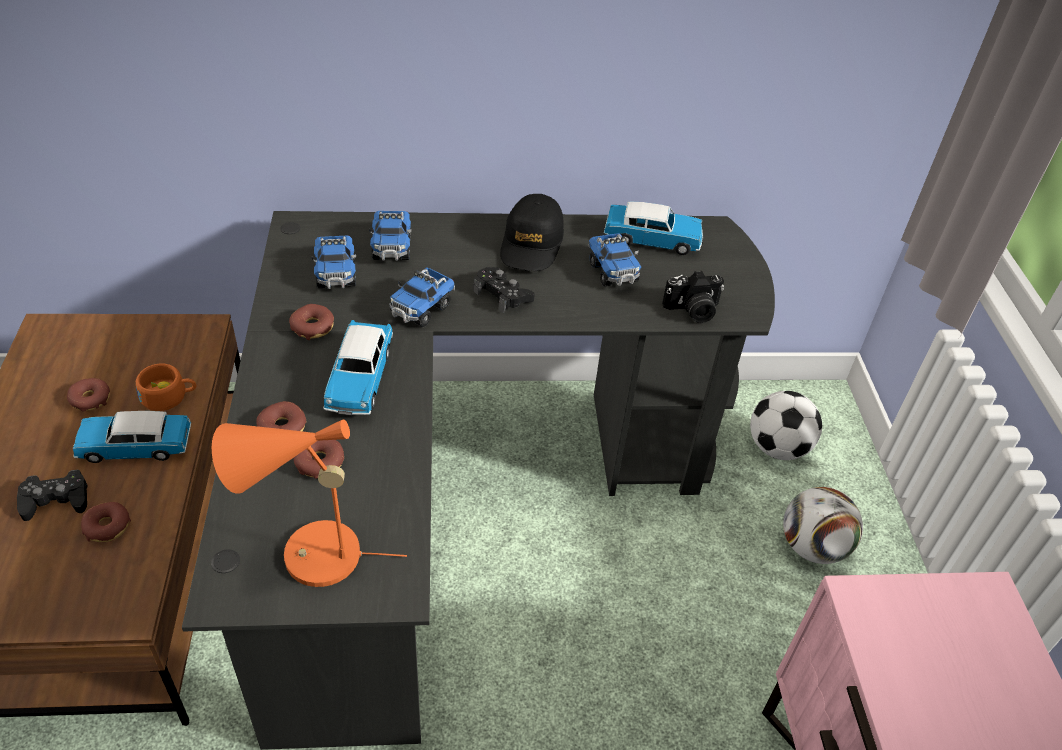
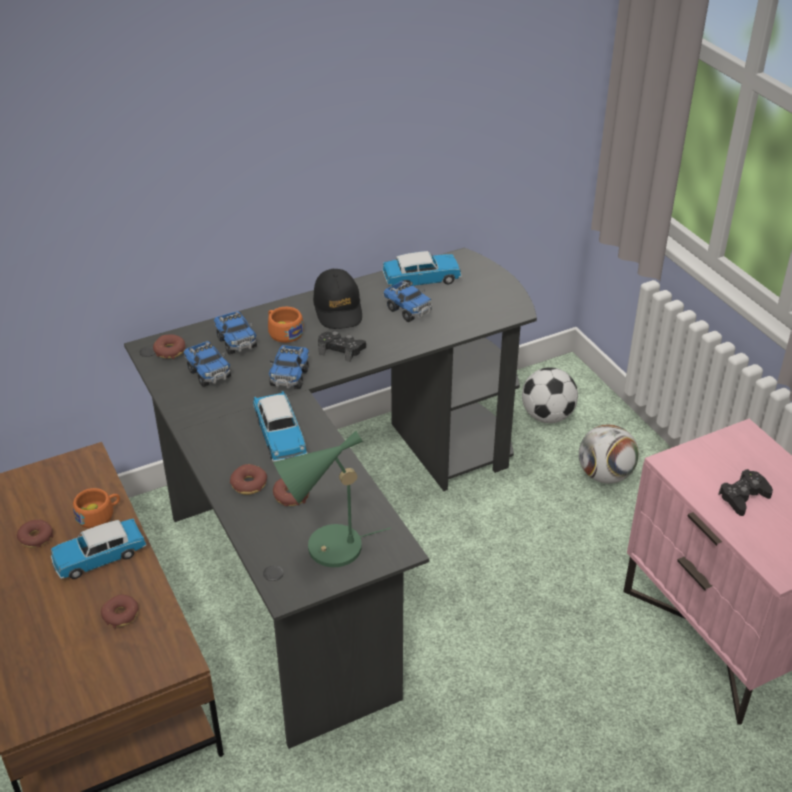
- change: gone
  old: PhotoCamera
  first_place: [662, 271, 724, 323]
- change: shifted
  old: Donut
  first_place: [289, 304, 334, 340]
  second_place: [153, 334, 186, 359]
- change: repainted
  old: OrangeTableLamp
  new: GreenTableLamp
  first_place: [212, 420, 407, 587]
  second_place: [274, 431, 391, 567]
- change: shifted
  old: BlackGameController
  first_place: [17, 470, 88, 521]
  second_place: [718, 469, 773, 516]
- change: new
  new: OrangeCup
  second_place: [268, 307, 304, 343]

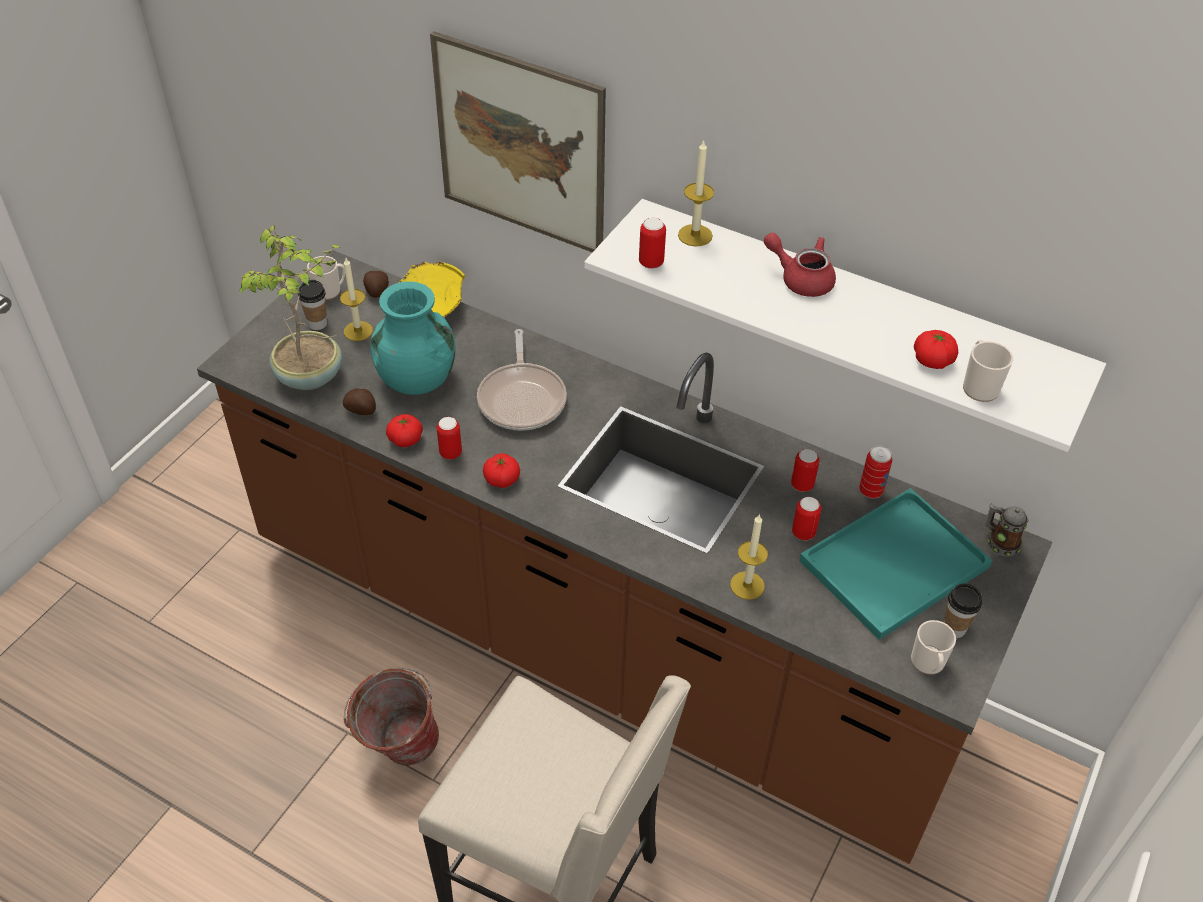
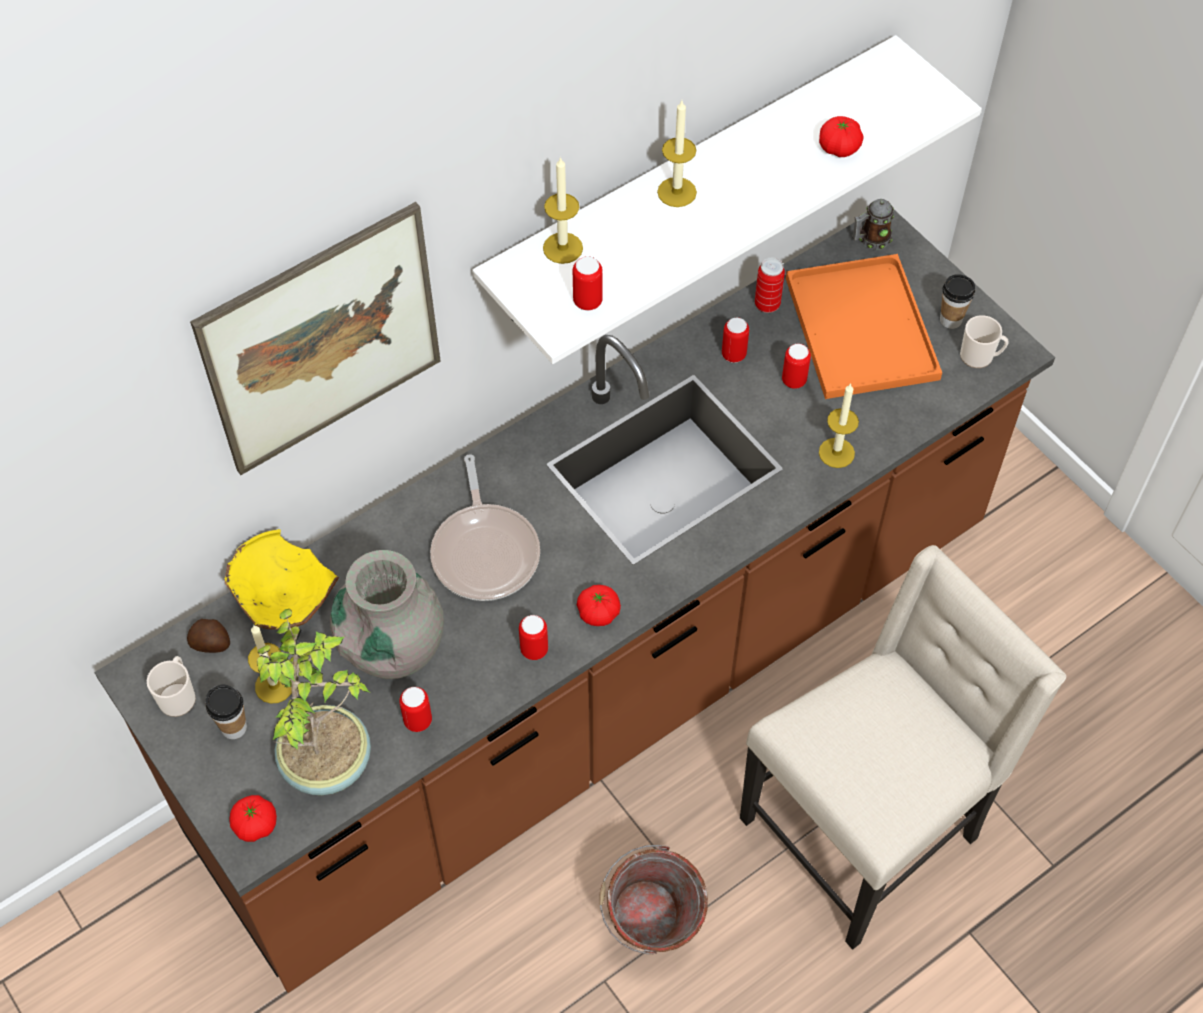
- change: swapped
  old: RedTeapot
  new: Candle
  first_place: [764, 233, 836, 297]
  second_place: [657, 101, 697, 207]
- change: repainted
  old: TurquoiseVase
  new: GreyVase
  first_place: [370, 281, 455, 395]
  second_place: [330, 550, 444, 679]
- change: rotated
  old: FryingPan
  first_place: [477, 329, 567, 431]
  second_place: [430, 454, 540, 601]
  degrees: 60
- change: gone
  old: Mug
  first_place: [963, 340, 1013, 402]
- change: swapped
  old: Potato
  new: Can
  first_place: [343, 388, 376, 415]
  second_place: [399, 687, 432, 732]
- change: shifted
  old: Tomato
  first_place: [386, 414, 423, 447]
  second_place: [229, 795, 277, 842]
- change: repainted
  old: TurquoiseTray
  new: OrangeTray
  first_place: [799, 488, 993, 640]
  second_place: [786, 254, 942, 399]

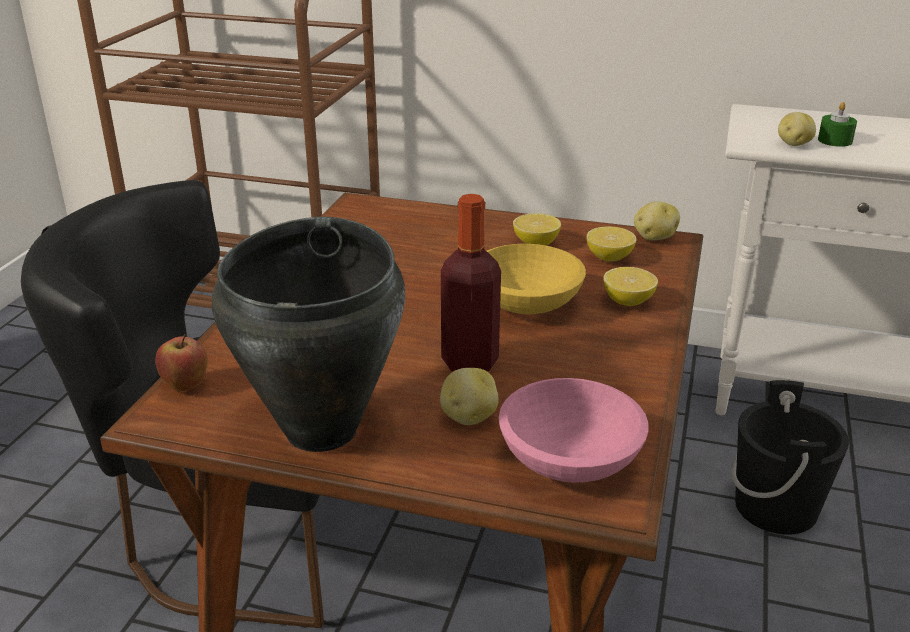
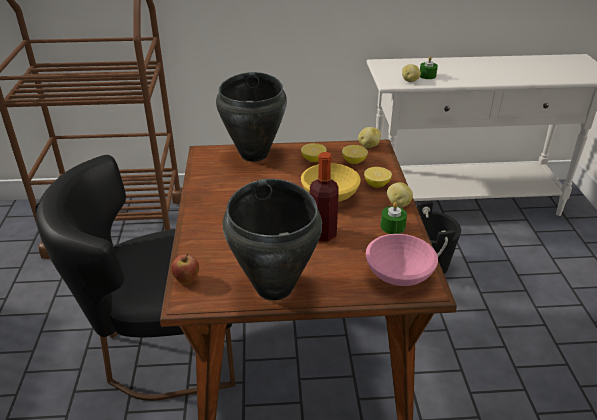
- change: shifted
  old: Potato
  first_place: [440, 368, 499, 425]
  second_place: [387, 182, 413, 208]
- change: new
  new: BlackCookingPot
  second_place: [216, 72, 287, 162]
- change: new
  new: GreenCandle
  second_place: [380, 202, 407, 234]

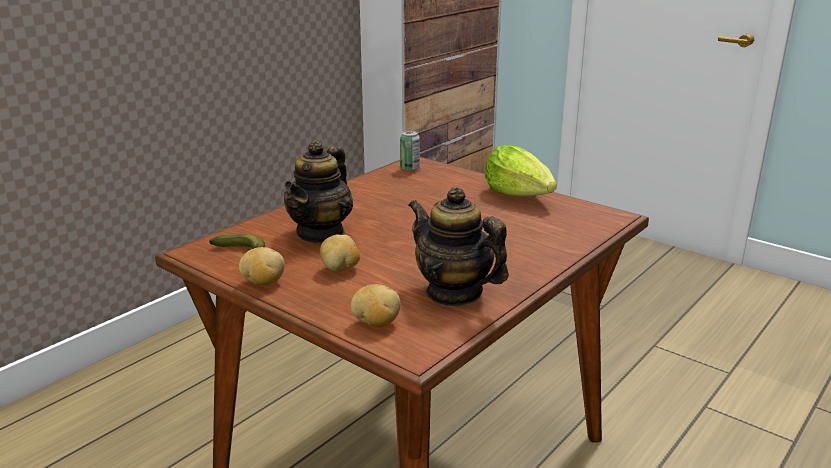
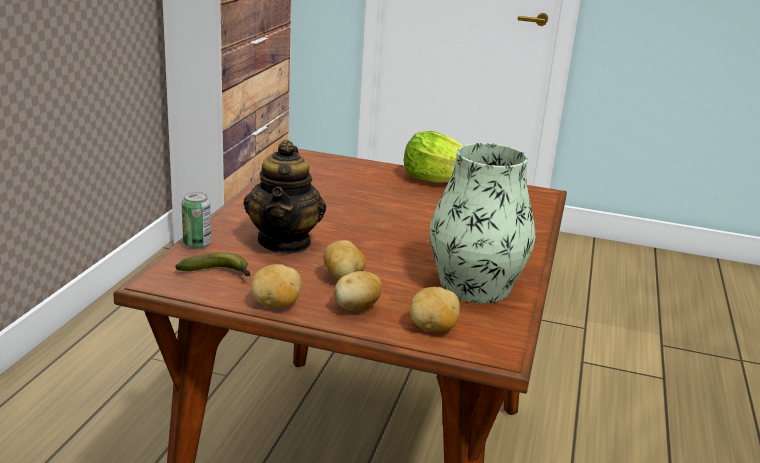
- change: shifted
  old: Can
  first_place: [400, 131, 420, 171]
  second_place: [181, 192, 211, 249]
- change: swapped
  old: Teapot
  new: Vase
  first_place: [408, 186, 509, 306]
  second_place: [430, 143, 535, 303]
- change: new
  new: Potato
  second_place: [334, 271, 382, 311]

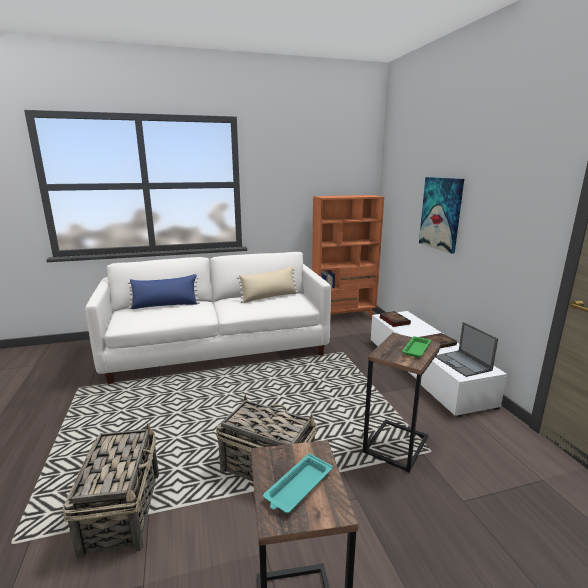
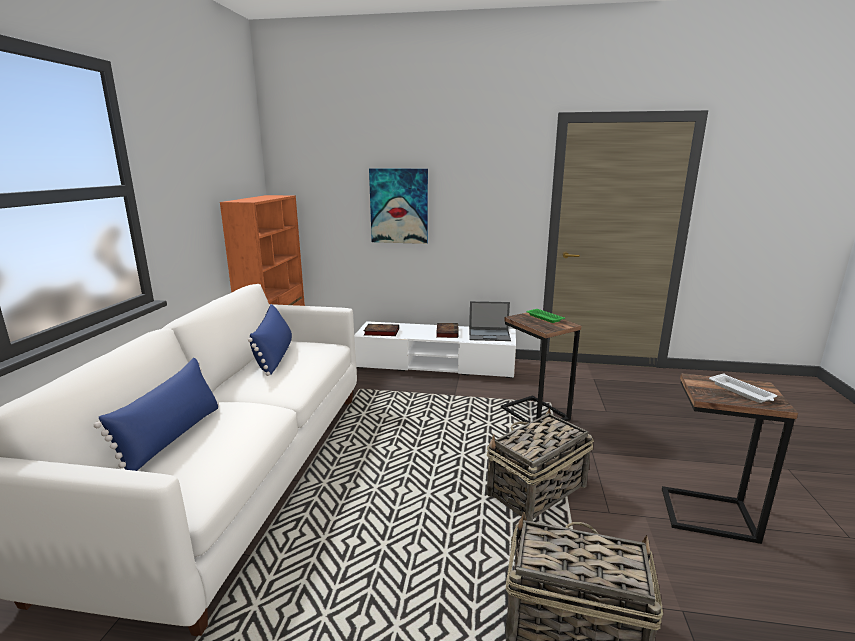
- change: repainted
  old: BeigePillow
  new: BluePillow
  first_place: [237, 266, 298, 303]
  second_place: [248, 304, 292, 376]
- change: repainted
  old: TurquoiseTray
  new: WhiteTray
  first_place: [263, 453, 333, 513]
  second_place: [709, 373, 777, 403]

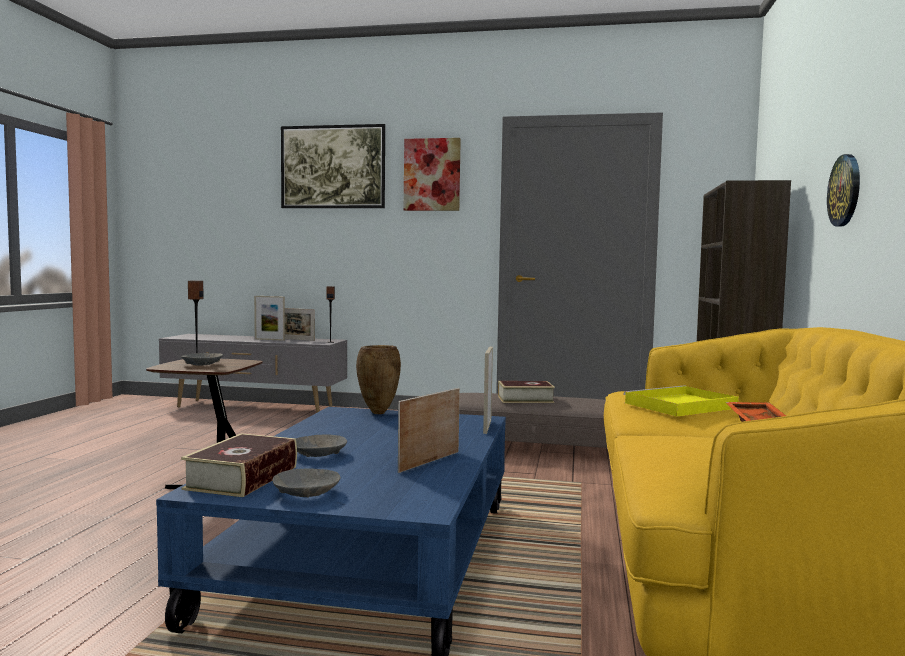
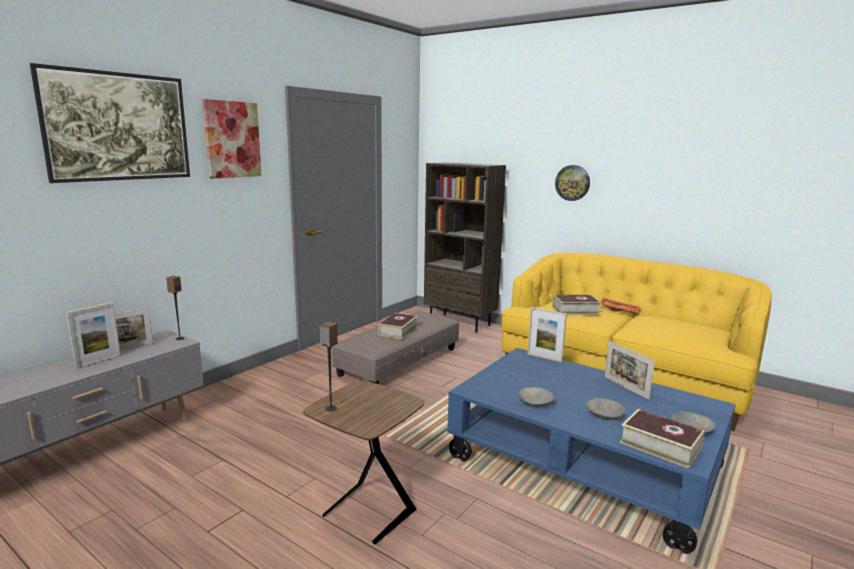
- change: gone
  old: BrownVase
  first_place: [356, 345, 401, 414]
- change: shifted
  old: GreyBowl
  first_place: [181, 353, 223, 366]
  second_place: [518, 387, 555, 408]
- change: swapped
  old: YellowTray
  new: Book
  first_place: [624, 385, 738, 417]
  second_place: [552, 295, 601, 315]

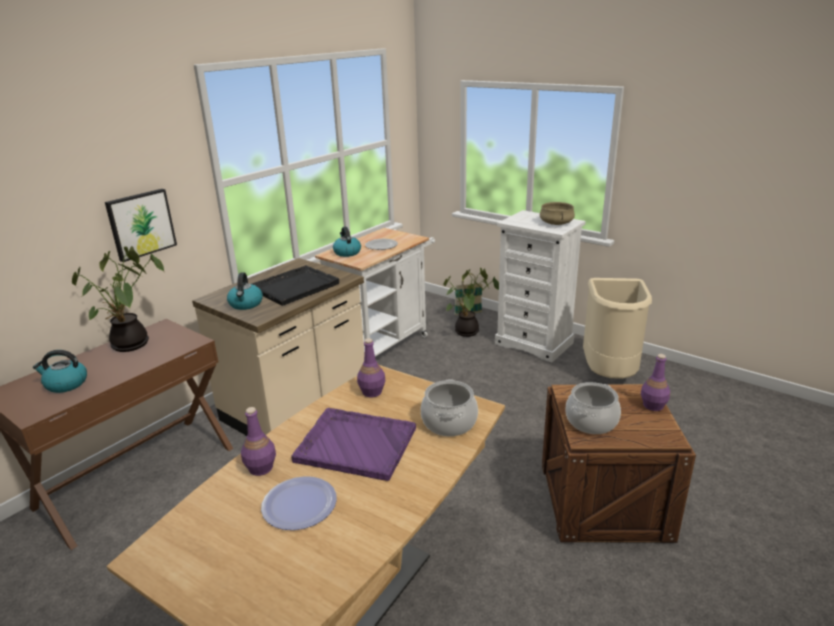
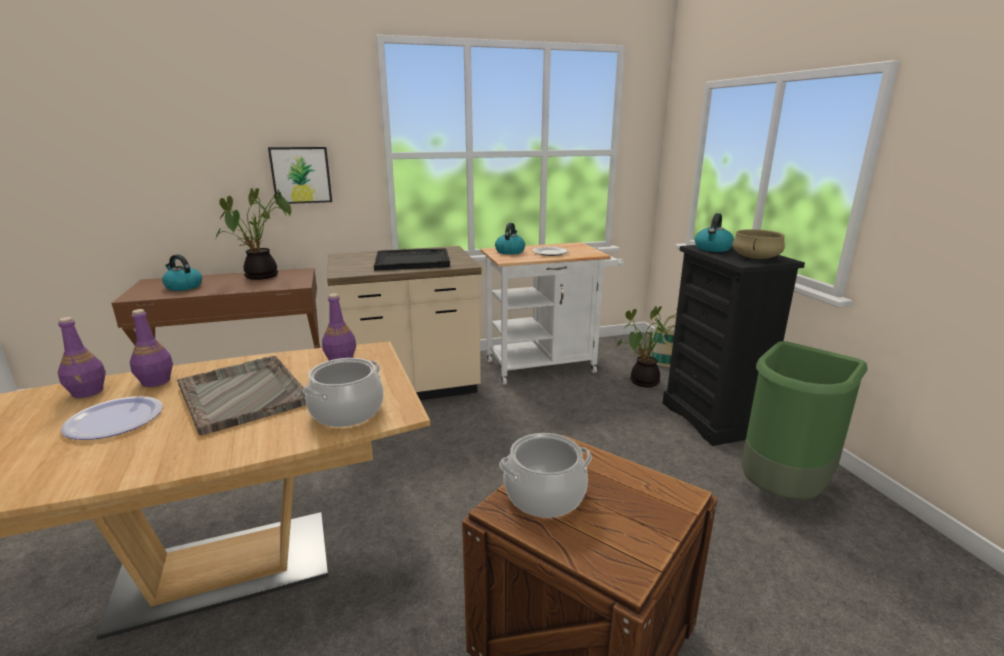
- change: repainted
  old: WhiteDresser
  new: BlackDresser
  first_place: [495, 210, 586, 363]
  second_place: [663, 245, 805, 446]
- change: shifted
  old: Kettle
  first_place: [227, 272, 263, 310]
  second_place: [695, 213, 734, 252]
- change: repainted
  old: BeigeTrashCan
  new: GreenTrashCan
  first_place: [583, 278, 652, 379]
  second_place: [741, 341, 868, 500]
- change: shifted
  old: PurpleBottle
  first_place: [641, 354, 670, 411]
  second_place: [58, 317, 106, 398]
- change: repainted
  old: PurpleTray
  new: GreyTray
  first_place: [291, 408, 416, 481]
  second_place: [177, 356, 306, 435]

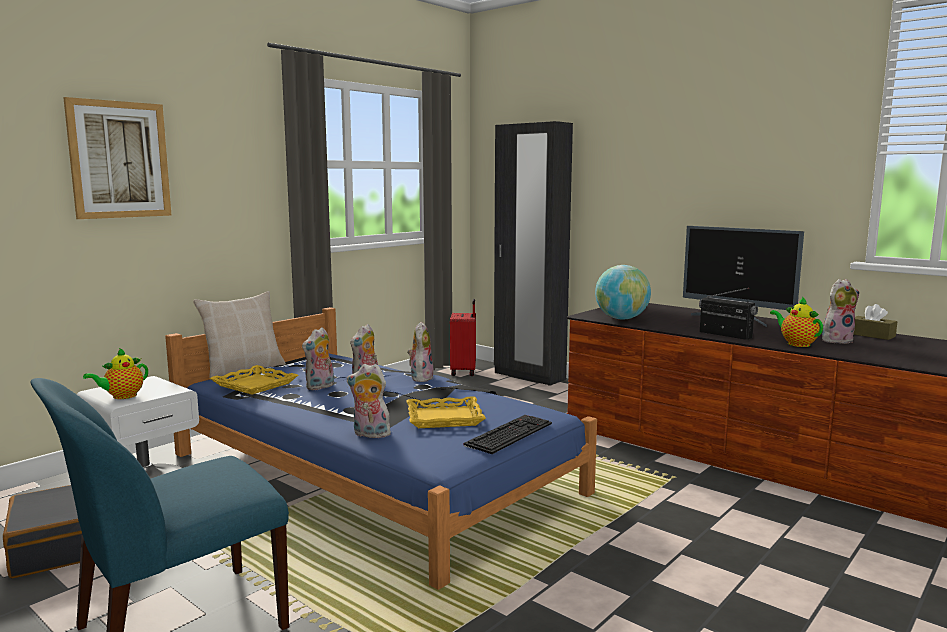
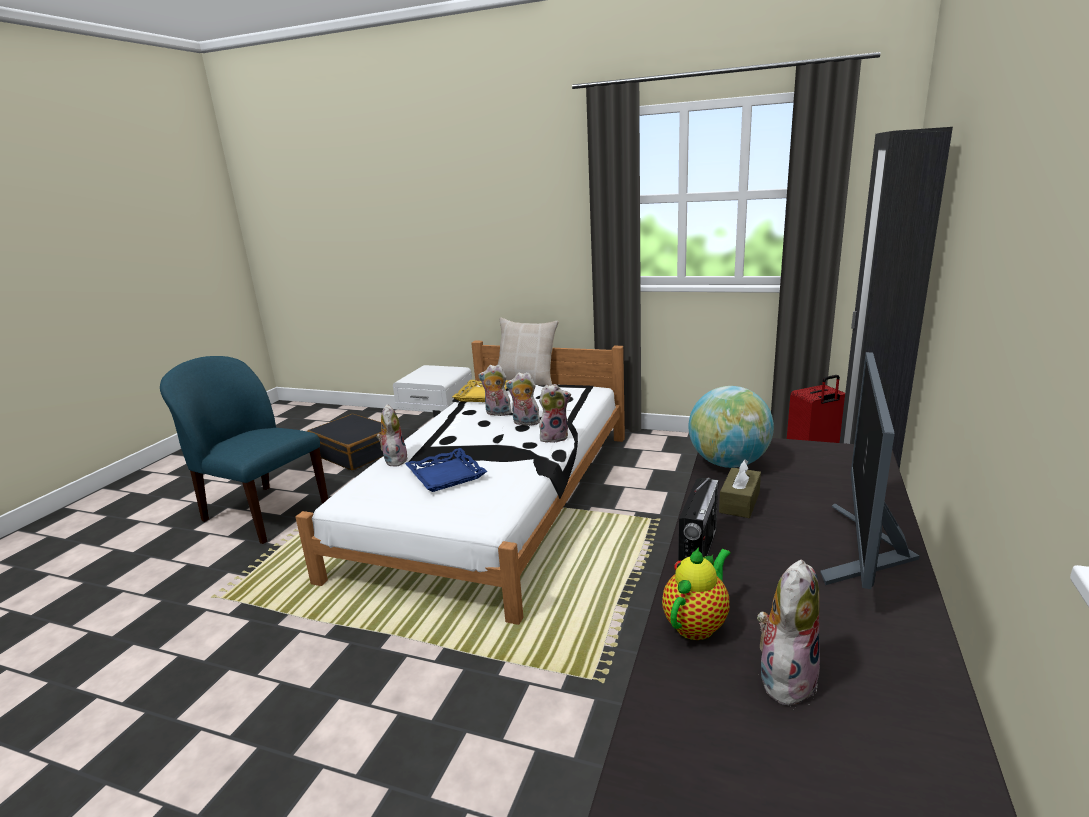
- change: gone
  old: Picture
  first_place: [63, 97, 172, 219]
- change: rotated
  old: PlushToy
  first_place: [822, 279, 860, 344]
  second_place: [757, 560, 820, 707]
  degrees: -105
- change: shifted
  old: BrownTissueBox
  first_place: [853, 304, 898, 340]
  second_place: [719, 460, 761, 518]
- change: repainted
  old: BlueBed
  new: WhiteBed
  first_place: [165, 307, 597, 590]
  second_place: [296, 340, 625, 625]
- change: gone
  old: Teapot
  first_place: [83, 348, 148, 399]
- change: repainted
  old: YellowTray
  new: BlueTray
  first_place: [406, 396, 486, 428]
  second_place: [405, 448, 487, 492]
- change: gone
  old: Keyboard
  first_place: [464, 415, 552, 454]

